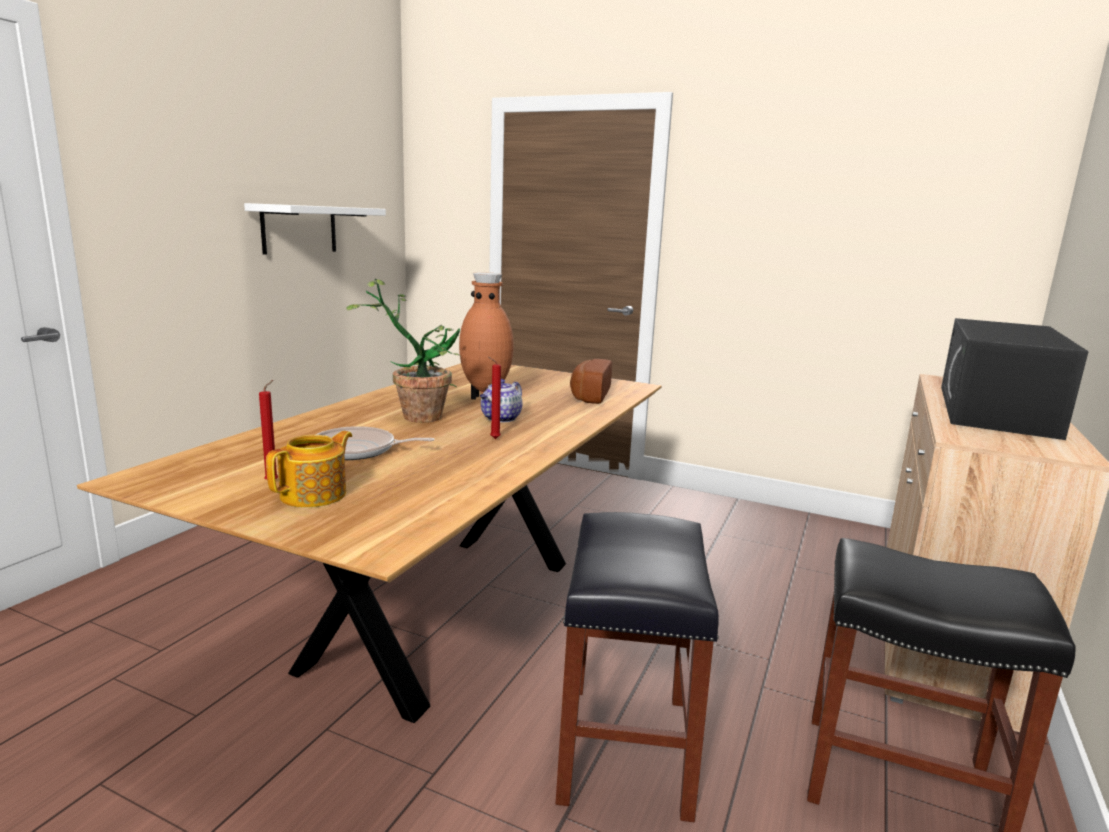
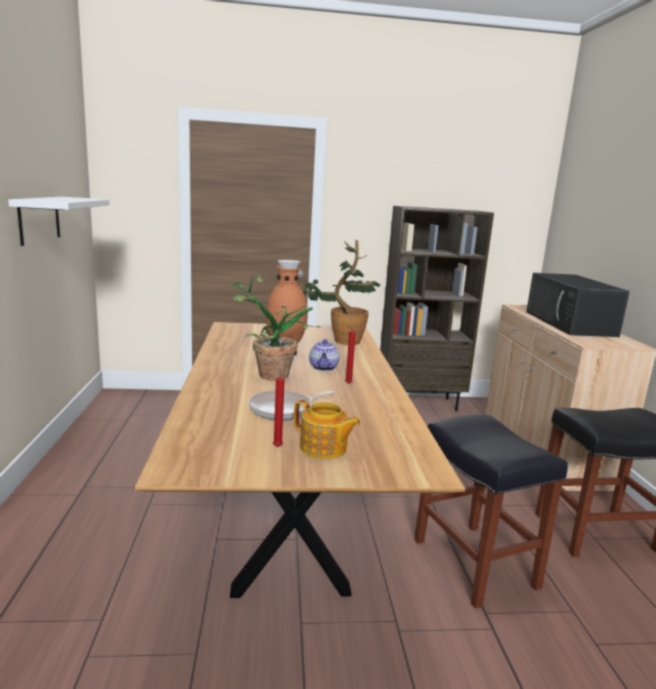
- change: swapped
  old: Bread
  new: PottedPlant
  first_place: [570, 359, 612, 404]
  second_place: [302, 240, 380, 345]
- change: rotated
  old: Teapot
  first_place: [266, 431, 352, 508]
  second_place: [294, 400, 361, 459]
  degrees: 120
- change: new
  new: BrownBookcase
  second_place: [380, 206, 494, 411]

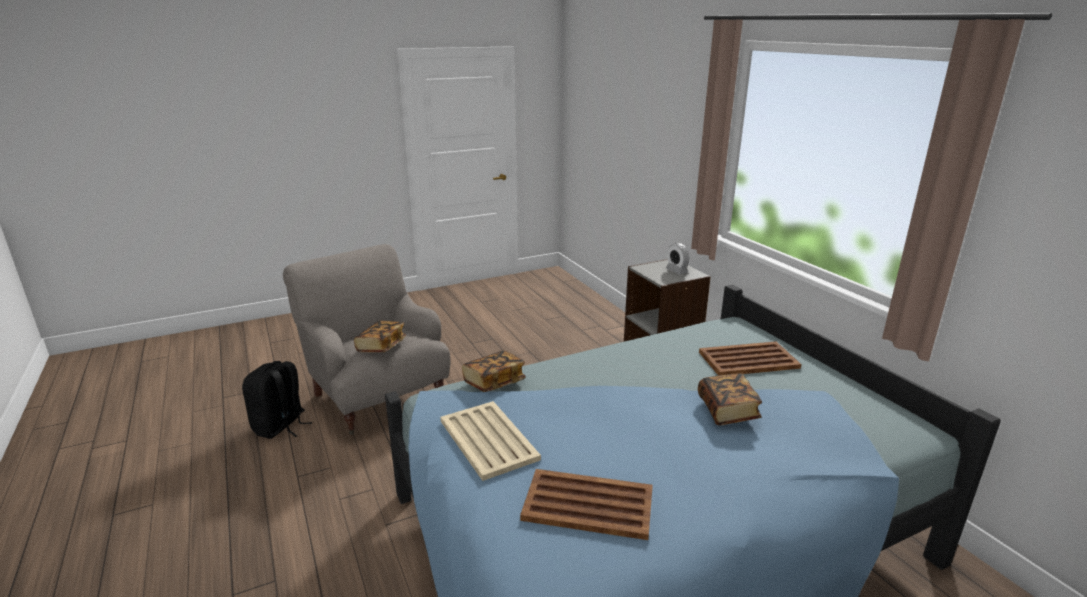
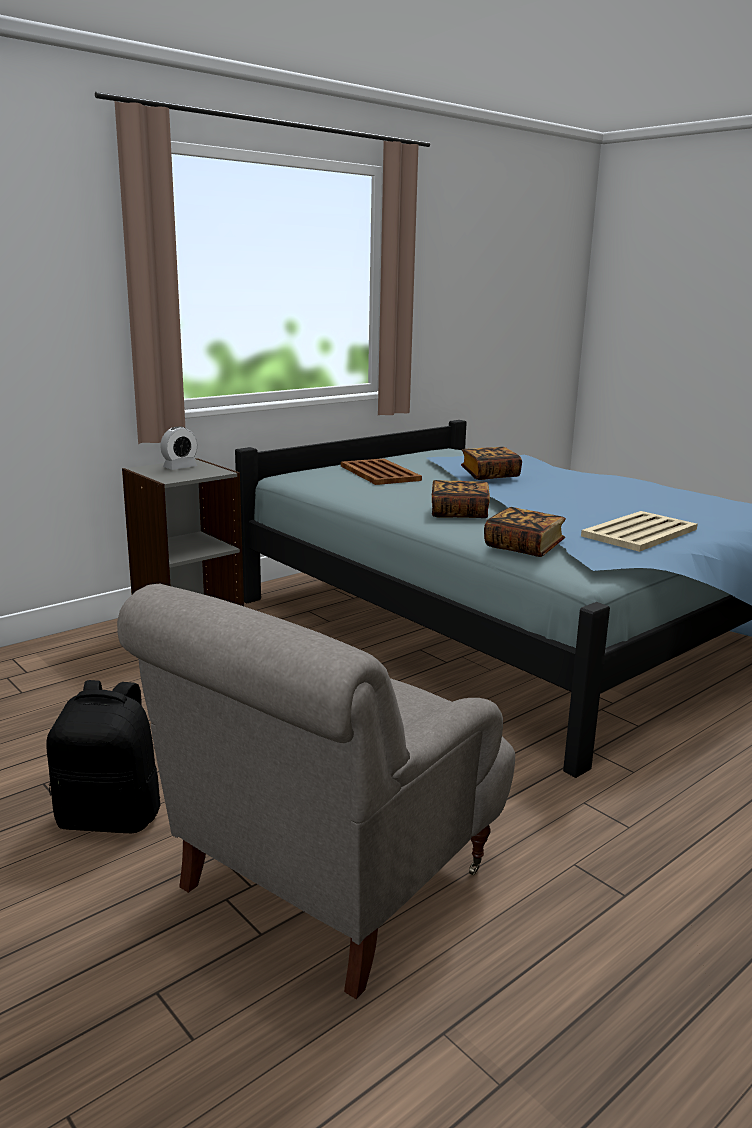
- change: shifted
  old: Book
  first_place: [354, 321, 406, 352]
  second_place: [432, 480, 490, 518]
- change: shifted
  old: BlackBackpack
  first_place: [242, 361, 313, 439]
  second_place: [46, 680, 160, 833]
- change: gone
  old: BrownTray
  first_place: [520, 469, 653, 540]

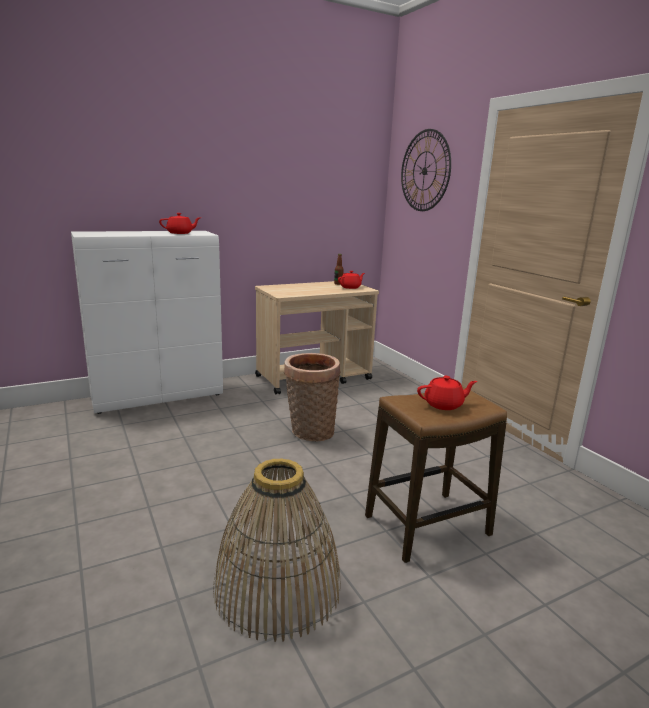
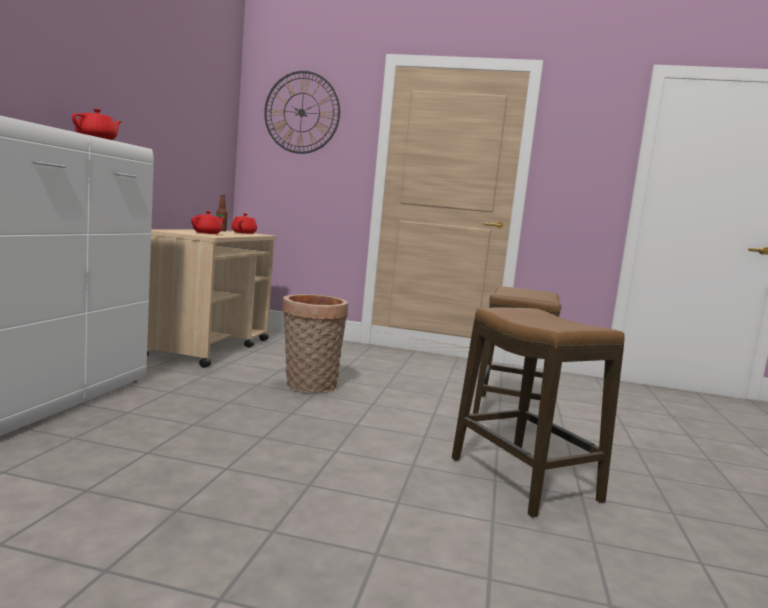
- change: shifted
  old: RedTeapot
  first_place: [417, 376, 477, 410]
  second_place: [191, 211, 225, 234]
- change: swapped
  old: Basket
  new: Stool
  first_place: [213, 458, 341, 642]
  second_place: [452, 308, 625, 518]

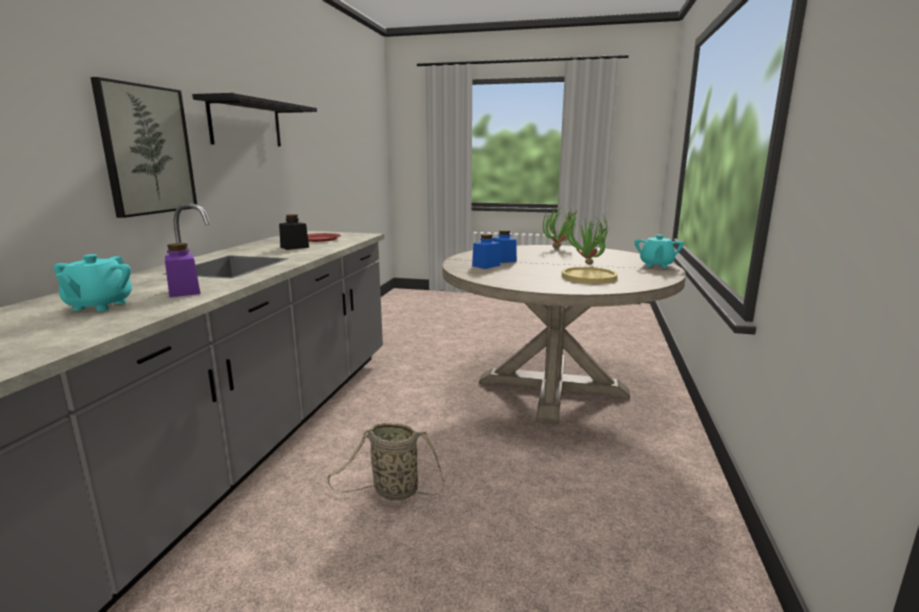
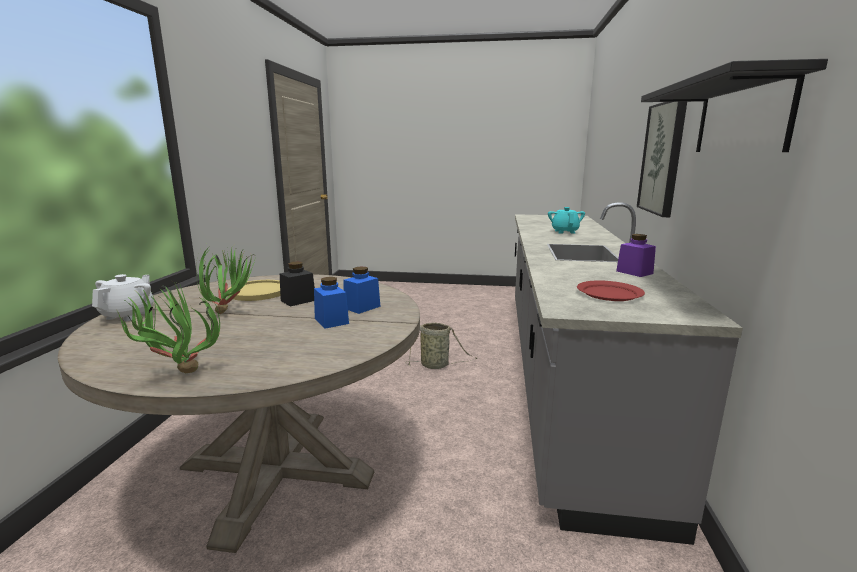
- change: shifted
  old: BlackJar
  first_place: [279, 214, 309, 250]
  second_place: [280, 261, 315, 306]
- change: repainted
  old: TurquoiseTeapot
  new: WhiteTeapot
  first_place: [635, 235, 684, 268]
  second_place: [92, 274, 154, 321]
- change: shifted
  old: PurpleJar
  first_place: [165, 243, 201, 297]
  second_place: [616, 234, 656, 277]

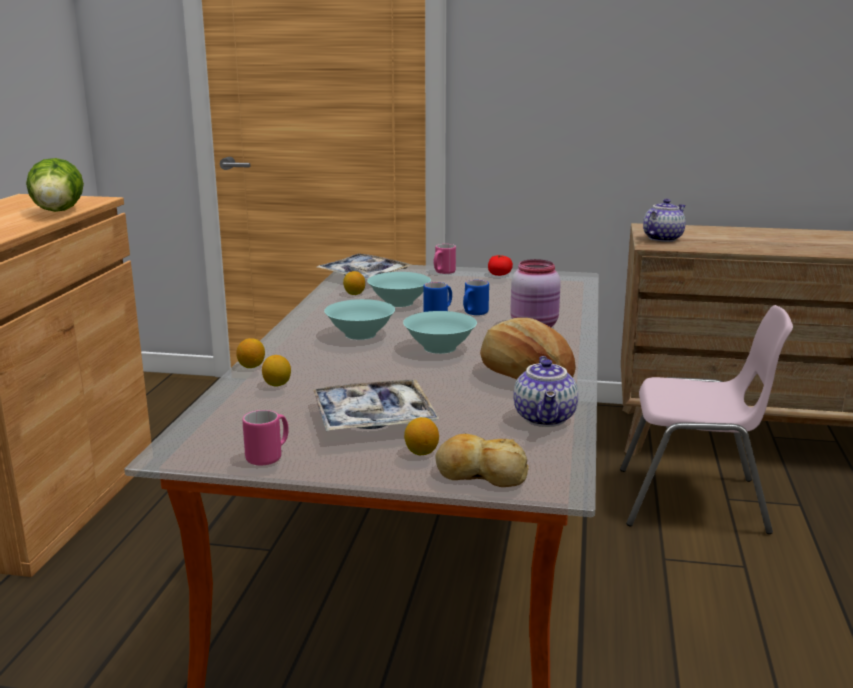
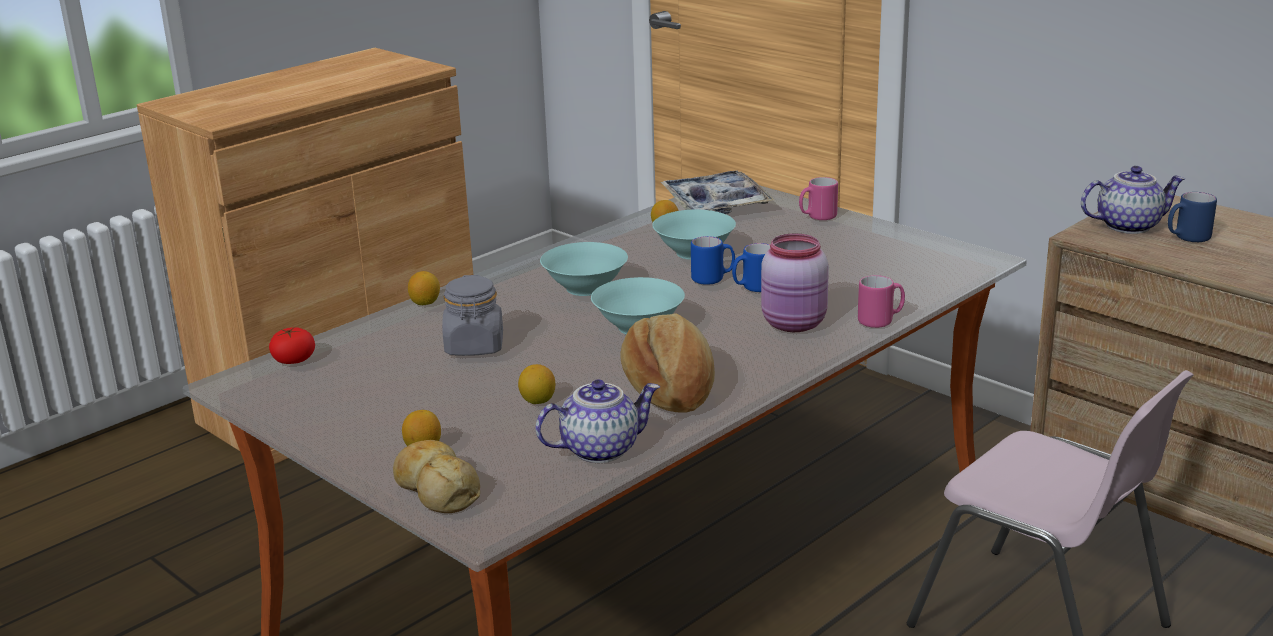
- change: gone
  old: Lettuce
  first_place: [26, 158, 84, 212]
- change: shifted
  old: Tomato
  first_place: [488, 255, 513, 276]
  second_place: [269, 327, 315, 364]
- change: shifted
  old: Lemon
  first_place: [262, 355, 291, 387]
  second_place: [518, 364, 555, 404]
- change: rotated
  old: Teapot
  first_place: [513, 356, 578, 427]
  second_place: [536, 380, 660, 463]
  degrees: -150
- change: gone
  old: Tray
  first_place: [313, 379, 439, 431]
- change: shifted
  old: PinkMug
  first_place: [242, 410, 289, 465]
  second_place: [858, 275, 905, 328]
- change: new
  new: BlueMug
  second_place: [1168, 192, 1217, 242]
- change: new
  new: GreyJar
  second_place: [442, 275, 503, 356]

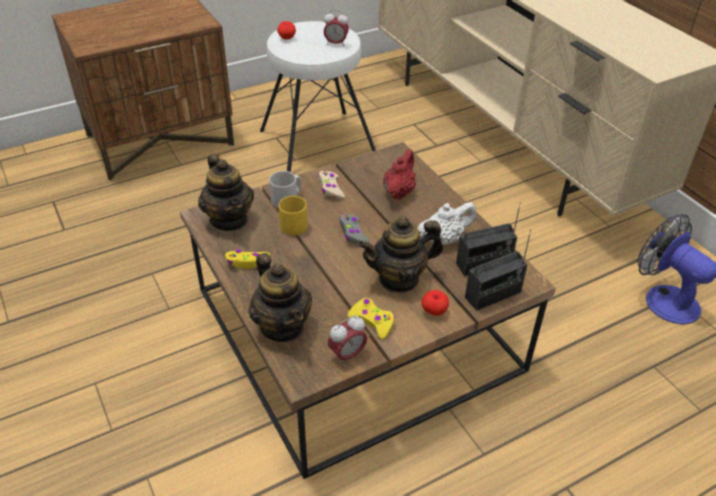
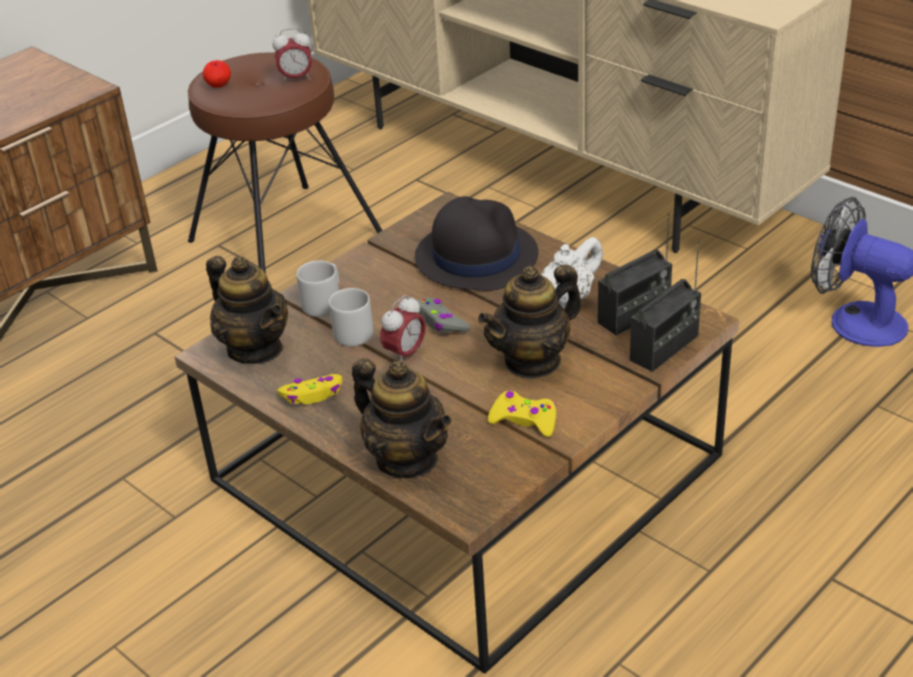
- change: repainted
  old: WhiteStool
  new: BrownStool
  first_place: [260, 21, 376, 172]
  second_place: [188, 52, 383, 274]
- change: swapped
  old: RedTeapot
  new: BlackHat
  first_place: [383, 149, 416, 199]
  second_place: [415, 196, 539, 291]
- change: gone
  old: BeigeGameController
  first_place: [318, 171, 345, 199]
- change: repainted
  old: YellowMug
  new: GreyMug
  first_place: [279, 196, 308, 236]
  second_place: [329, 288, 374, 347]
- change: gone
  old: Apple
  first_place: [422, 290, 449, 316]
- change: shifted
  old: AlarmClock
  first_place: [328, 316, 367, 365]
  second_place: [380, 295, 426, 362]

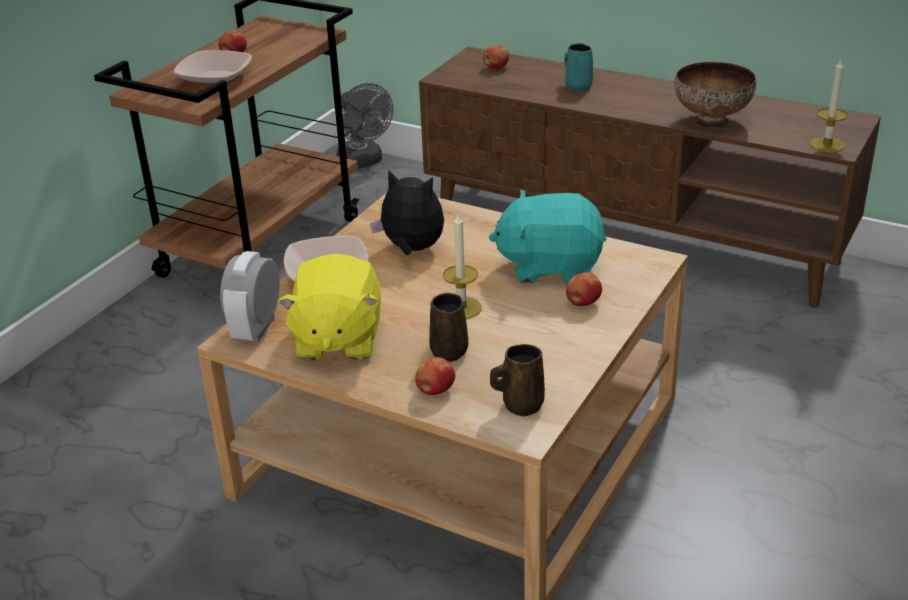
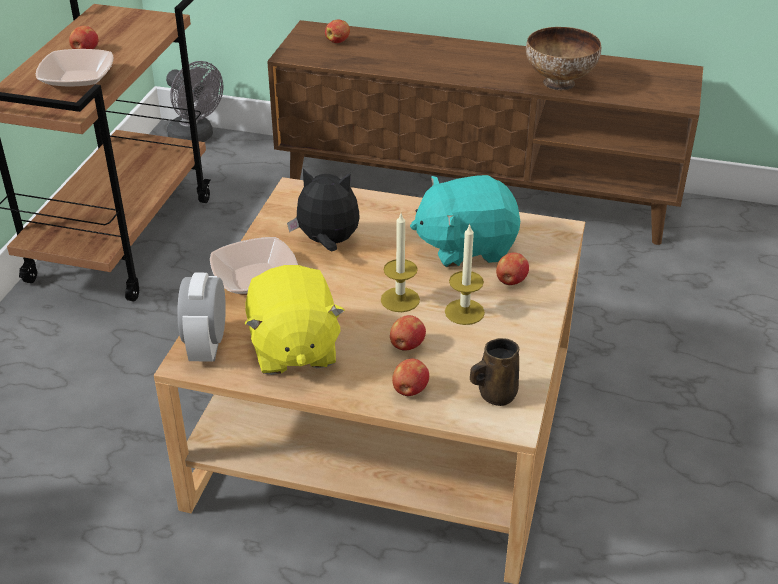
- change: gone
  old: TurquoiseMug
  first_place: [564, 43, 593, 92]
- change: shifted
  old: Candle
  first_place: [810, 60, 848, 152]
  second_place: [445, 223, 485, 325]
- change: swapped
  old: BrownMug
  new: Apple
  first_place: [429, 293, 468, 362]
  second_place: [390, 315, 426, 351]

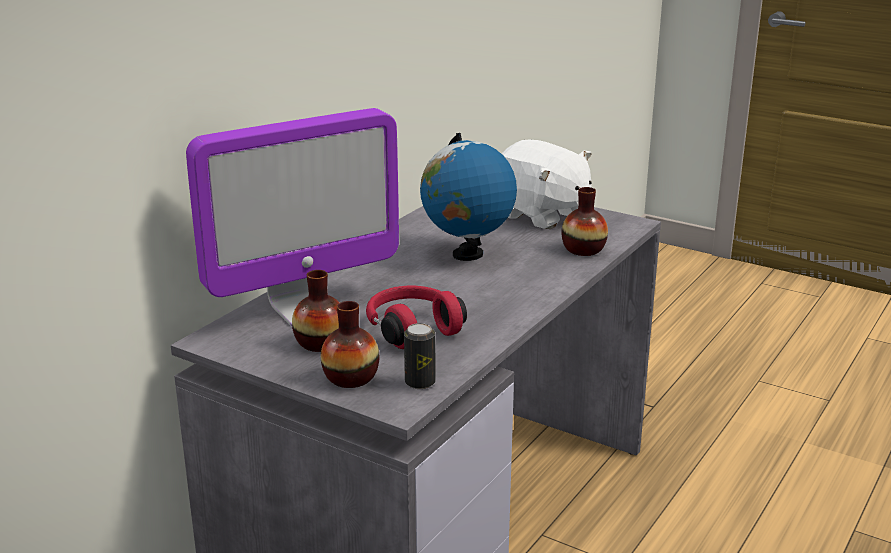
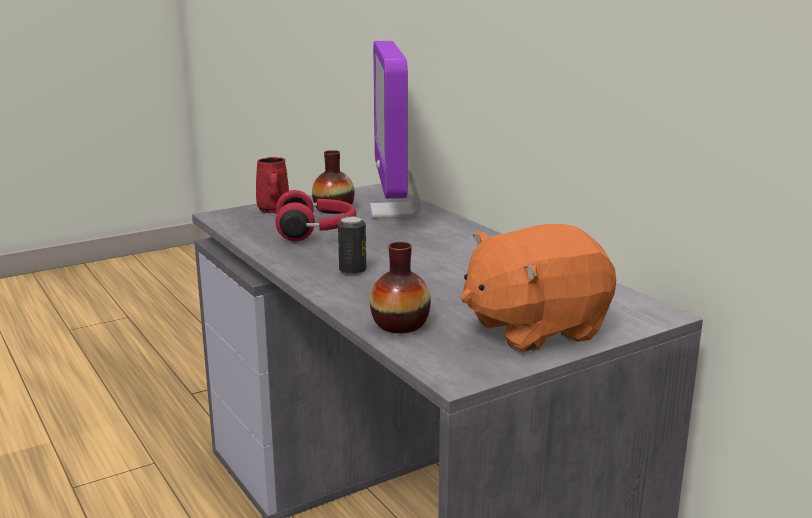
- change: gone
  old: Globe
  first_place: [420, 133, 517, 261]
- change: repainted
  old: WhitePlushToy
  new: OrangePlushToy
  first_place: [501, 139, 592, 229]
  second_place: [461, 224, 616, 352]
- change: swapped
  old: Vase
  new: RedMug
  first_place: [321, 301, 379, 388]
  second_place: [256, 157, 289, 213]
- change: shifted
  old: Can
  first_place: [404, 323, 435, 389]
  second_place: [338, 216, 366, 275]

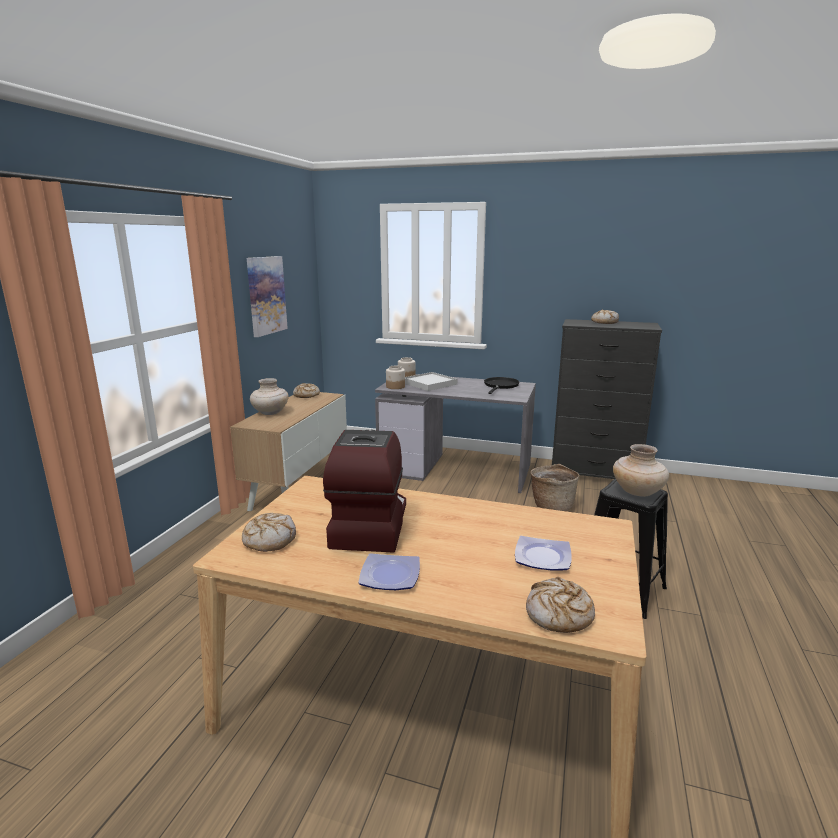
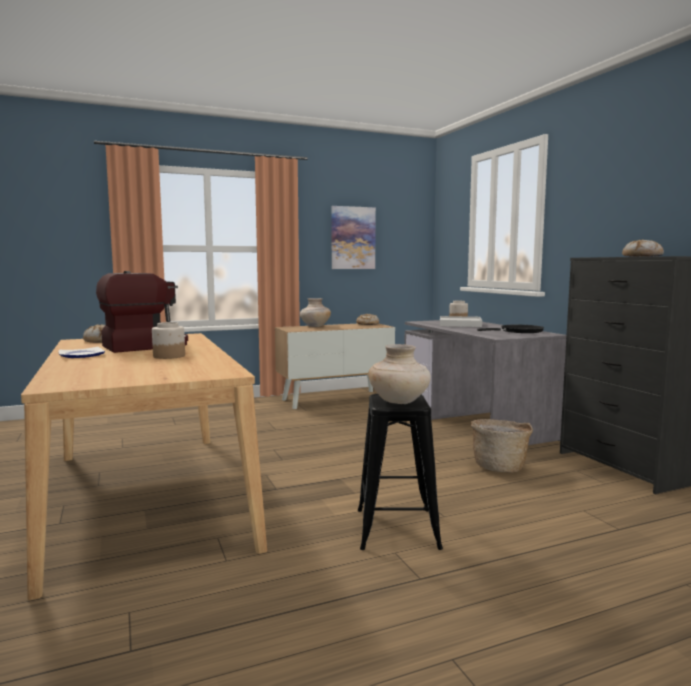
- change: shifted
  old: Jar
  first_place: [386, 366, 405, 389]
  second_place: [152, 322, 185, 359]
- change: gone
  old: Plate
  first_place: [515, 536, 572, 571]
- change: gone
  old: Bread
  first_place: [526, 577, 595, 633]

